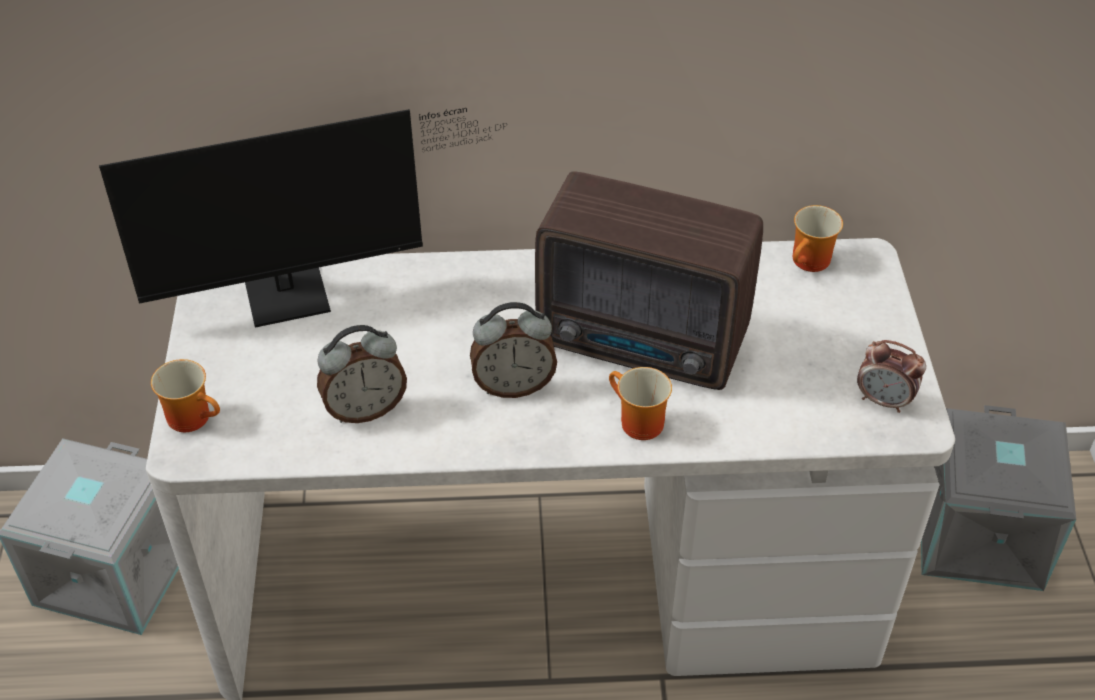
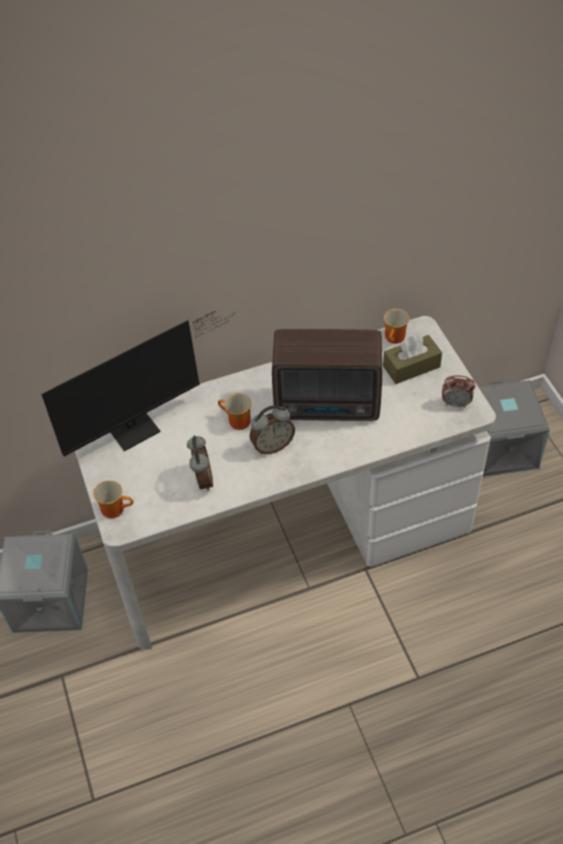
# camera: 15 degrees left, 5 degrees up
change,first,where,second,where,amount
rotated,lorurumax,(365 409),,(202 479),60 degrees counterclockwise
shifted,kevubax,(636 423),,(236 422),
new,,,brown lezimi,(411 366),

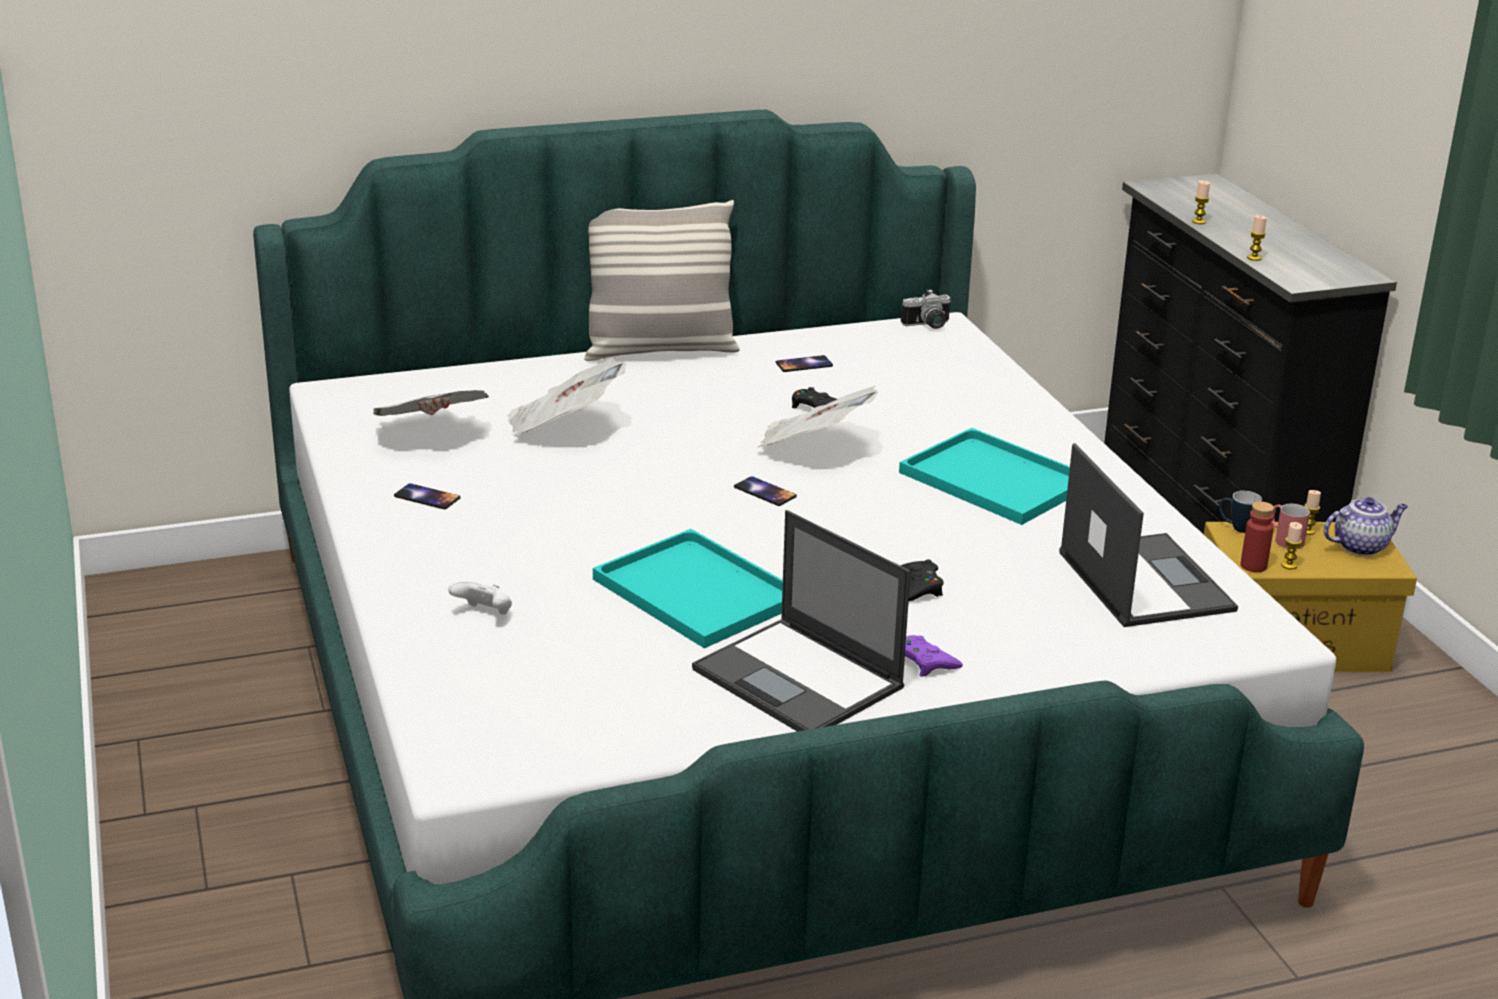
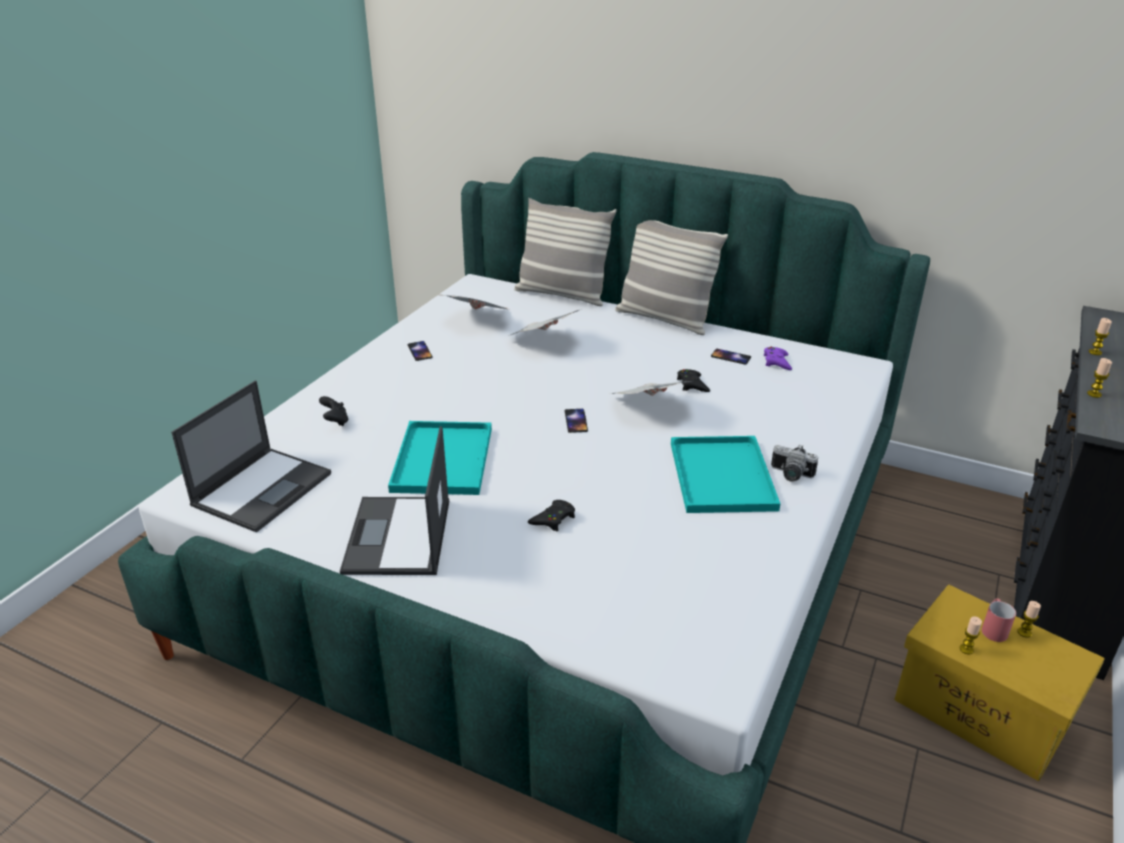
# camera: 45 degrees right, 5 degrees up
change,first,where,second,where,amount
shifted,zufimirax,(1143 580),,(263 488),
repainted,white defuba,(484 614),black defuba,(335 421),
new,,,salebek,(562 294),
shifted,purple defuba,(924 662),,(777 362),
shifted,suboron,(928 326),,(790 475),
gone,kevubax,(1236 528),,,
gone,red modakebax,(1253 566),,,
gone,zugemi,(1361 546),,,

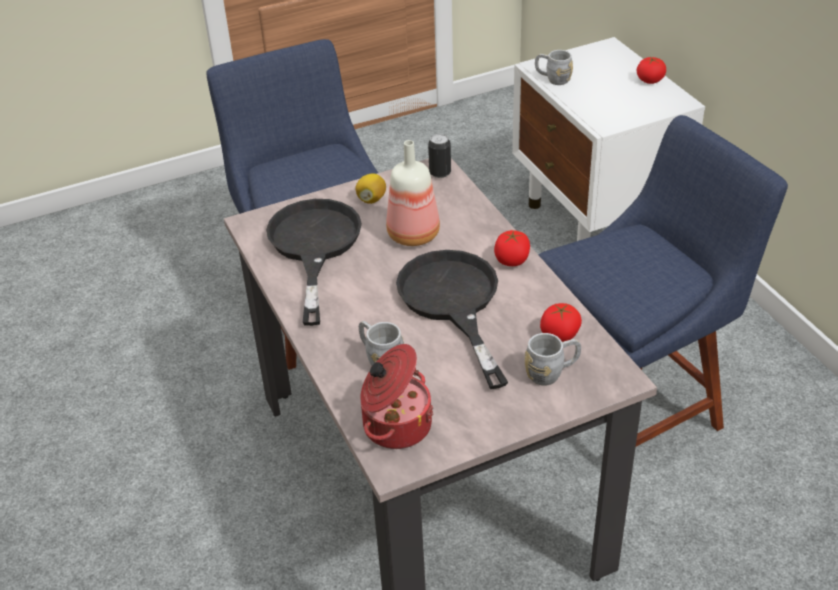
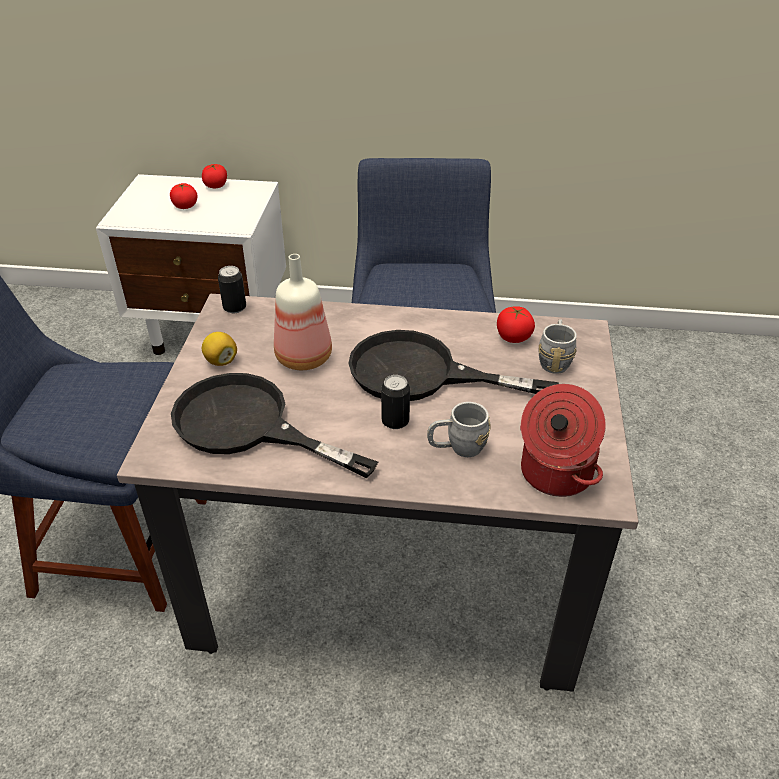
# camera: 60 degrees left, 0 degrees up
change,first,where,second,where,amount
shifted,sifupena,(511 260),,(185 206),
new,,,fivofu,(395 421),
gone,grey kevubax,(553 79),,,

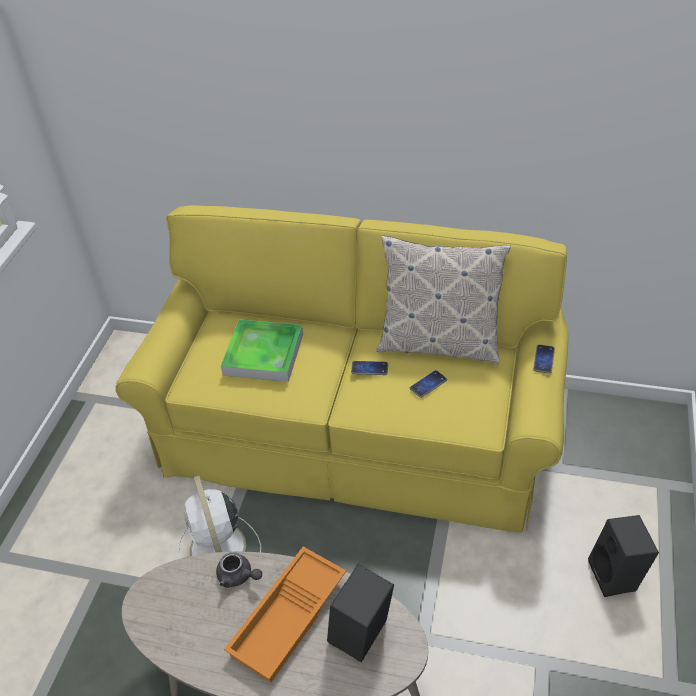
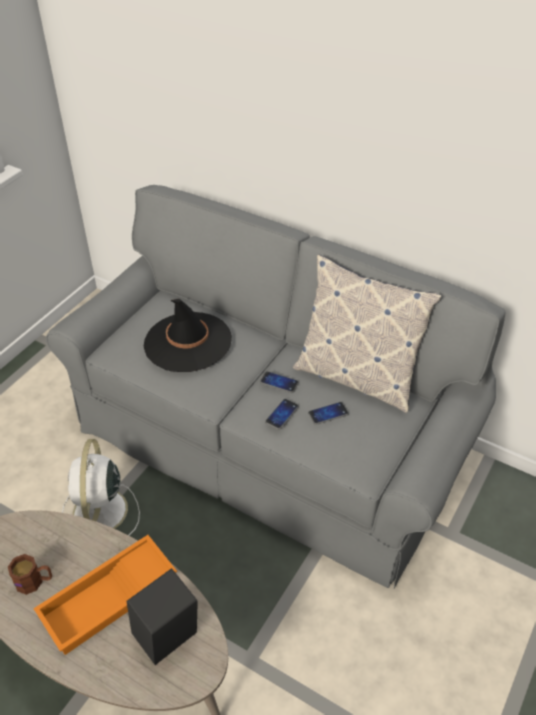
# camera: 15 degrees right, 0 degrees up
change,first,where,second,where,amount
new,,,brown kevubax,(35 581),
repainted,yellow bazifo,(354 432),grey bazifo,(268 441),
swapped,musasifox,(263 354),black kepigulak,(187 342),
shifted,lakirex,(543 359),,(282 414),
gone,grey zugemi,(238 576),,,
gone,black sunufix,(617 576),,,

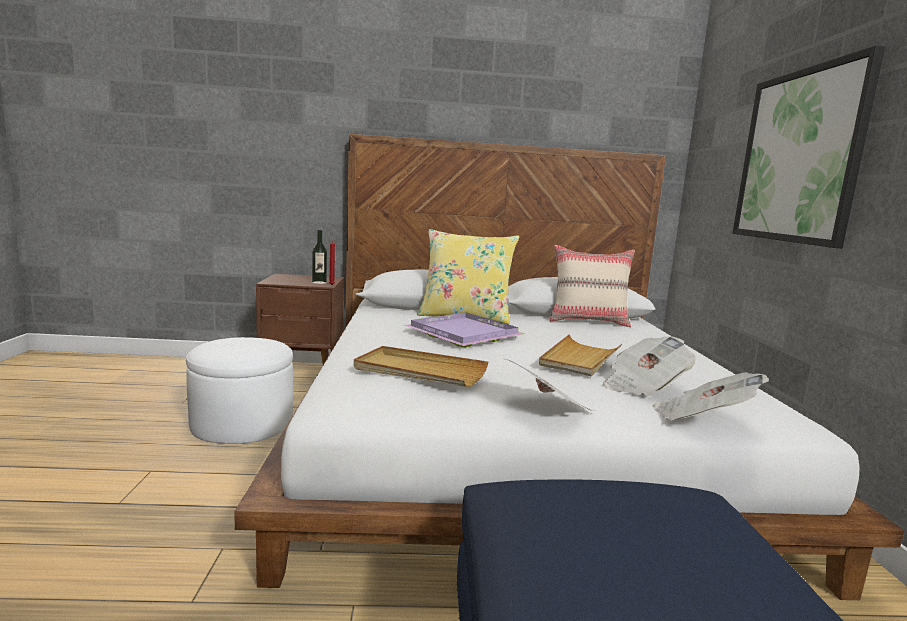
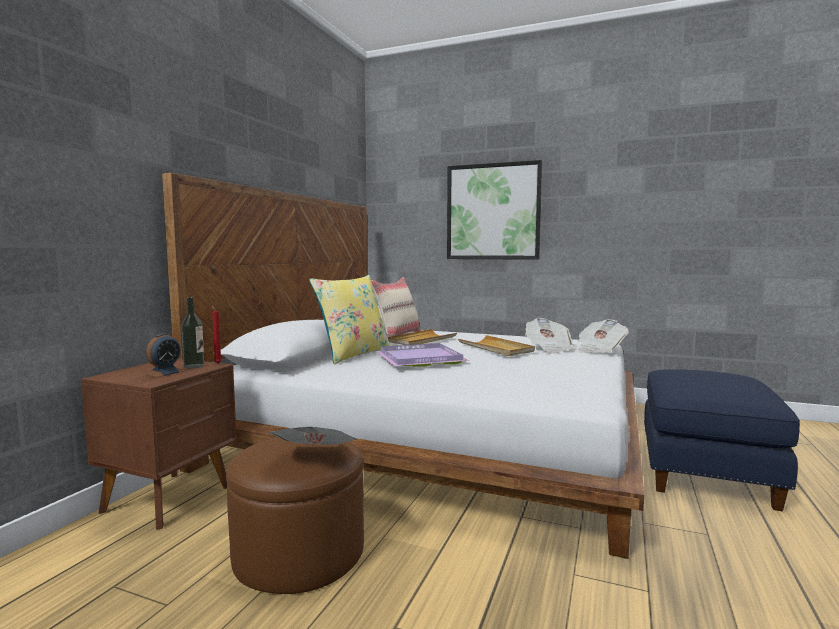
# camera: 65 degrees left, 5 degrees down
change,first,where,second,where,amount
new,,,lorurumax,(164 373),
repainted,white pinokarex,(242 423),brown pinokarex,(299 552),
shifted,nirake,(546 409),,(315 460),
shifted,beige musasifox,(419 371),,(422 340),

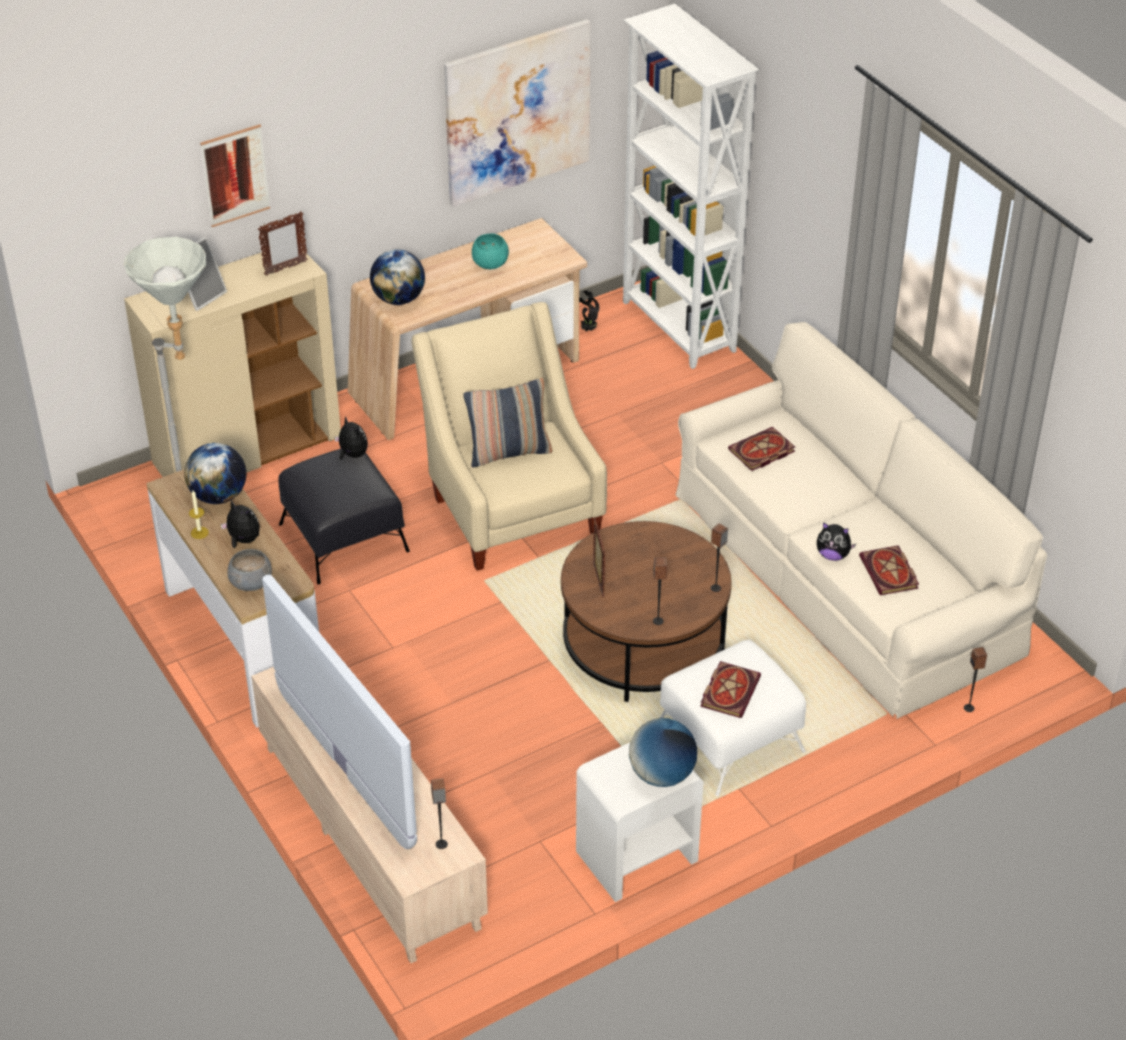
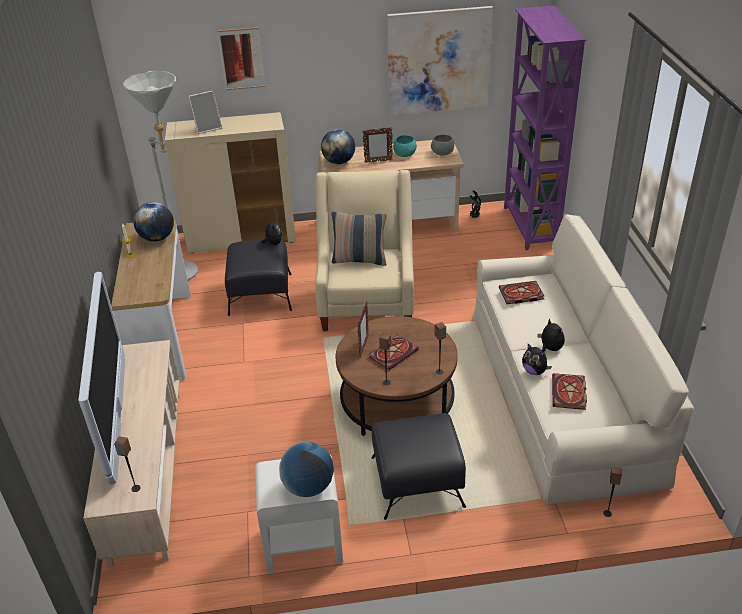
# camera: 25 degrees right, 5 degrees down
change,first,where,second,where,amount
shifted,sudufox,(285 268),,(378 161),
shifted,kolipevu,(729 690),,(393 353),
repainted,white pinokarex,(728 739),black pinokarex,(416 482),
shifted,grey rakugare,(251 582),,(442 153),
repainted,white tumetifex,(678 327),purple tumetifex,(529 227),
shifted,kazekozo,(243 540),,(550 348),

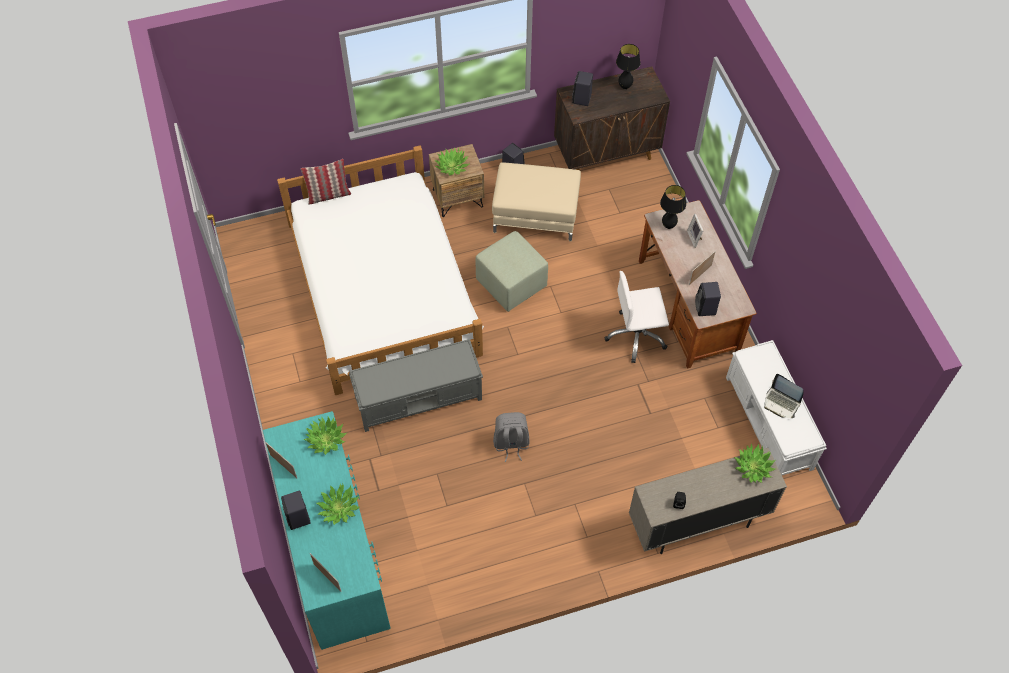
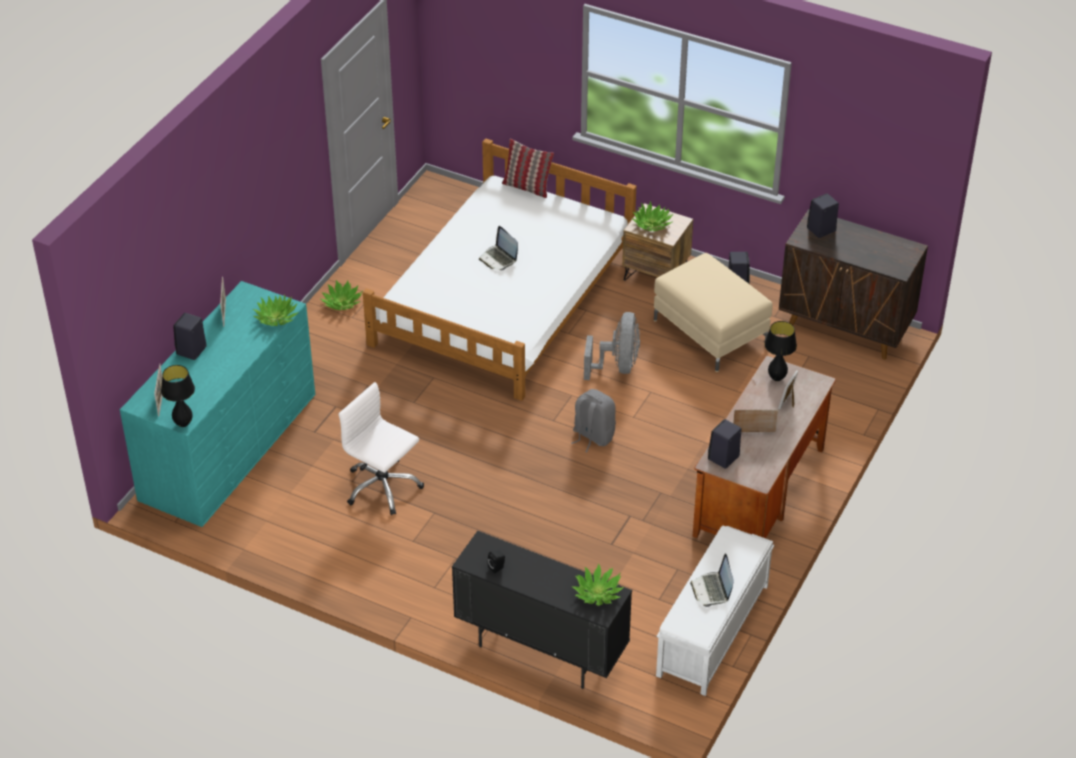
# camera: 45 degrees right, 15 degrees down
change,first,where,second,where,amount
shifted,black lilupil,(625 86),,(183 424),
shifted,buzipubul,(338 508),,(342 302),
shifted,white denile,(636 336),,(382 487),
repainted,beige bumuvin,(697 523),black bumuvin,(540 651),
new,,,zufimirax,(498 258),
shifted,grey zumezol,(511 444),,(592 436),
swapped,green pinokarex,(510 283),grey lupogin,(617 366),
gone,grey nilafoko,(419 398),,,

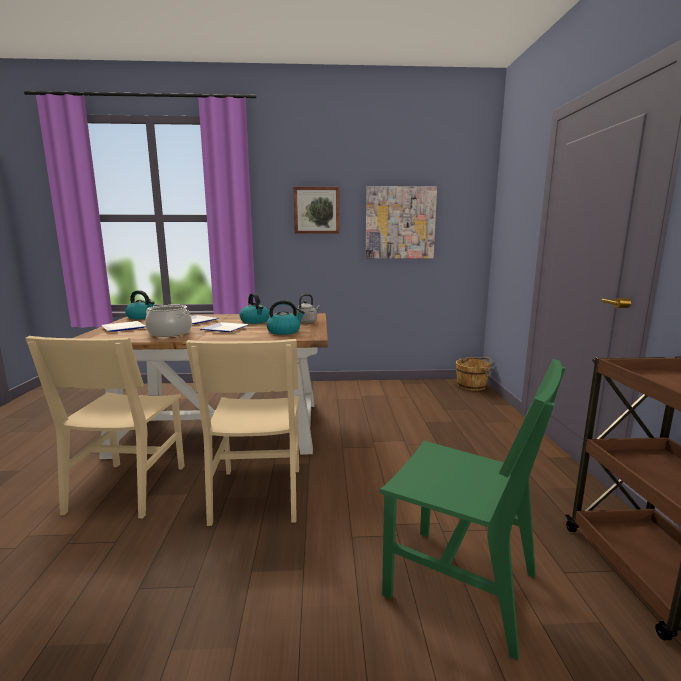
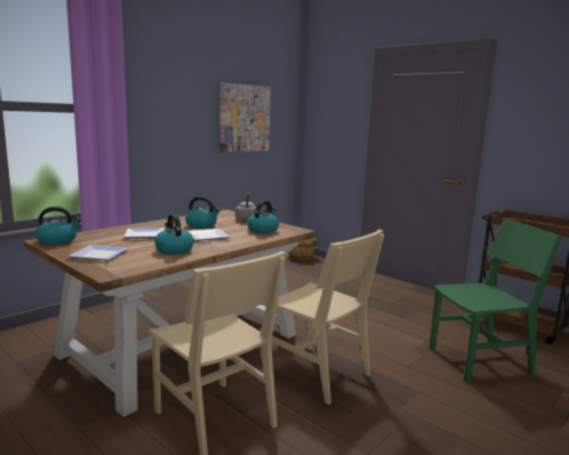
# camera: 45 degrees left, 0 degrees up
change,first,where,second,where,amount
swapped,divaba,(169 333),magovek,(174 249),
gone,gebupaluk,(316 210),,,

